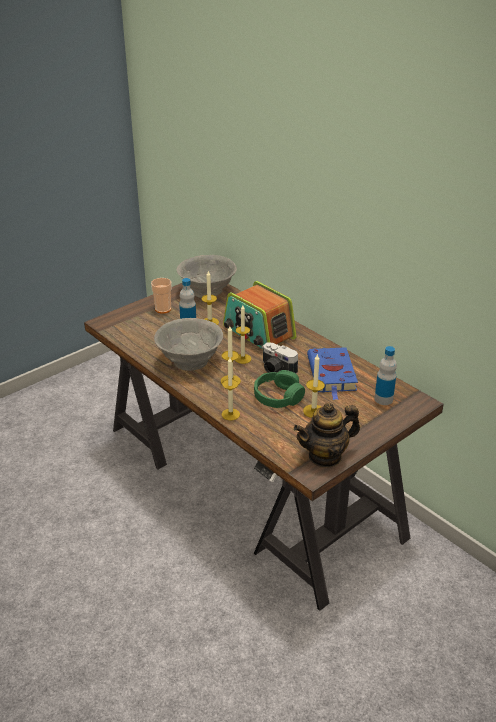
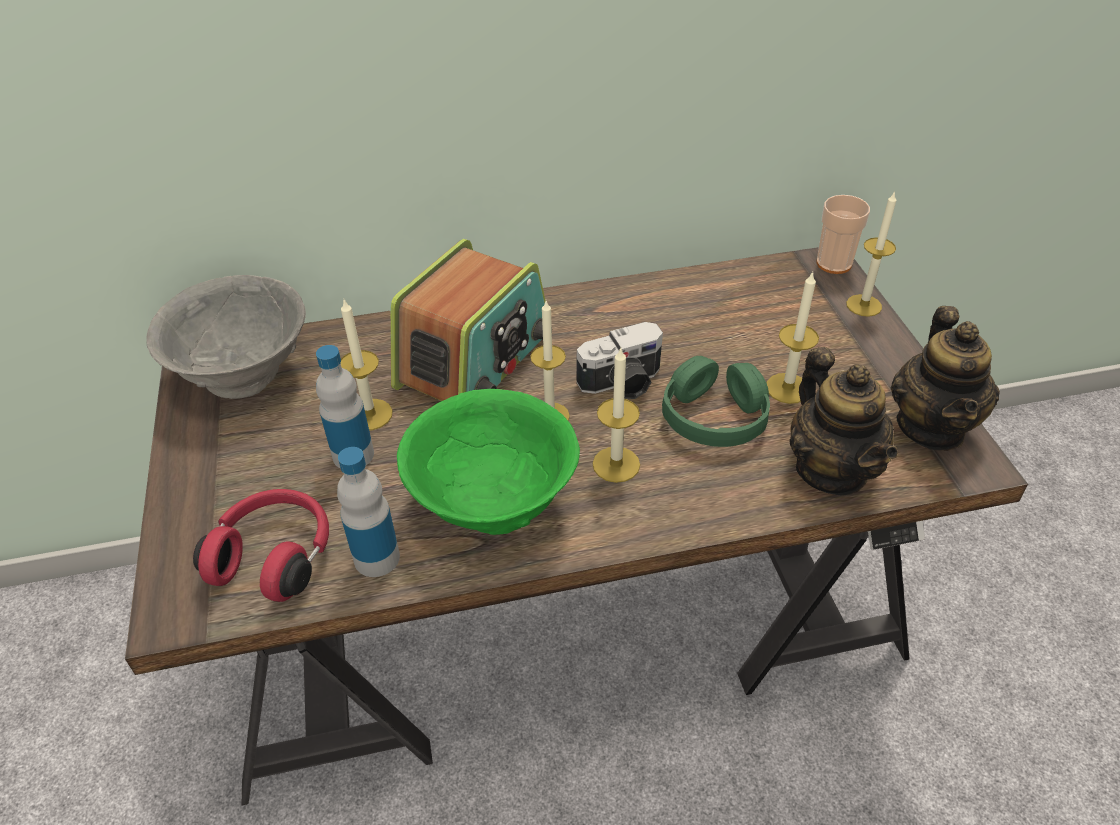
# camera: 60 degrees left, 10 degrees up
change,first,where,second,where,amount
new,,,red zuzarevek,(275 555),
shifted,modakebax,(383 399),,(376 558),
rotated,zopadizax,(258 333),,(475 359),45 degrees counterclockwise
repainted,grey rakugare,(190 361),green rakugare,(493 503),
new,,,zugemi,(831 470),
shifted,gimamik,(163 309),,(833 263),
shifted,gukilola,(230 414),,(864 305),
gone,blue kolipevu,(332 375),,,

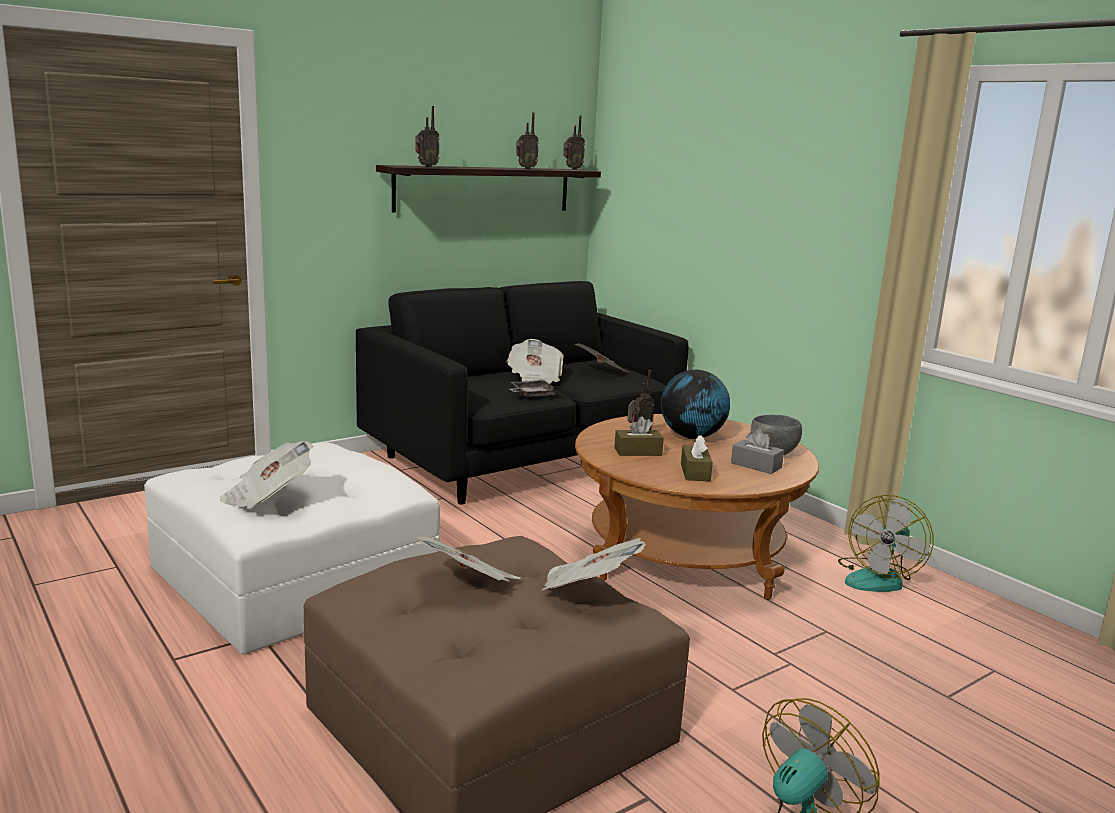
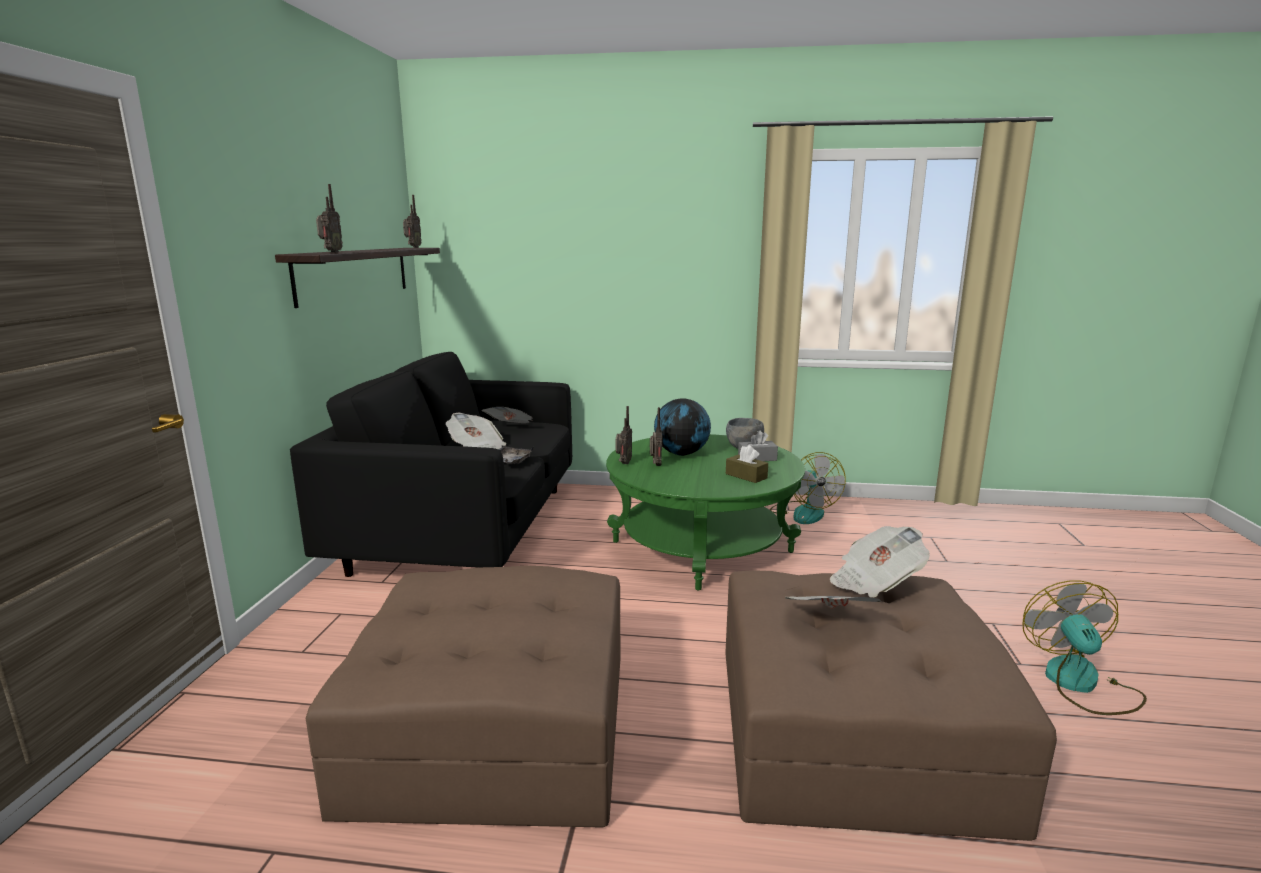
# camera: 45 degrees left, 0 degrees up
change,first,where,second,where,amount
repainted,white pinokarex,(296 576),brown pinokarex,(494 726),
repainted,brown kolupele,(685 554),green kolupele,(701 547),
shifted,zopadizax,(525 168),,(623 463),
gone,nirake,(267 497),,,
gone,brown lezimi,(638 451),,,

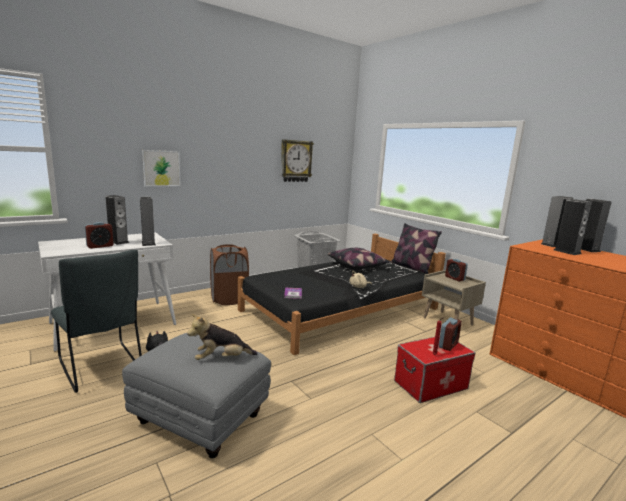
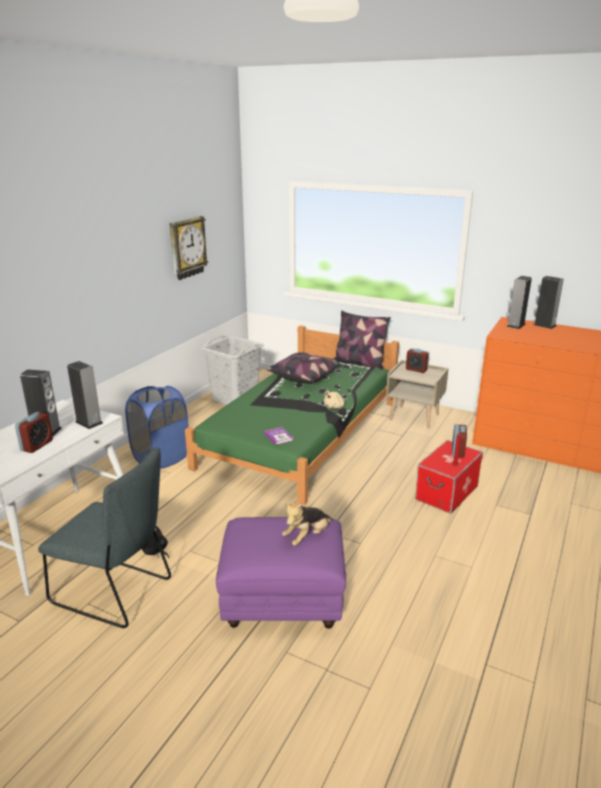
# camera: 25 degrees left, 10 degrees up
change,first,where,second,where,amount
repainted,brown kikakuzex,(229 299),blue kikakuzex,(161 457),
repainted,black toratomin,(341 309),green toratomin,(301 433),
repainted,grey pinokarex,(201 419),purple pinokarex,(284 601),
gone,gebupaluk,(161 168),,,
gone,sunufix,(567 252),,,

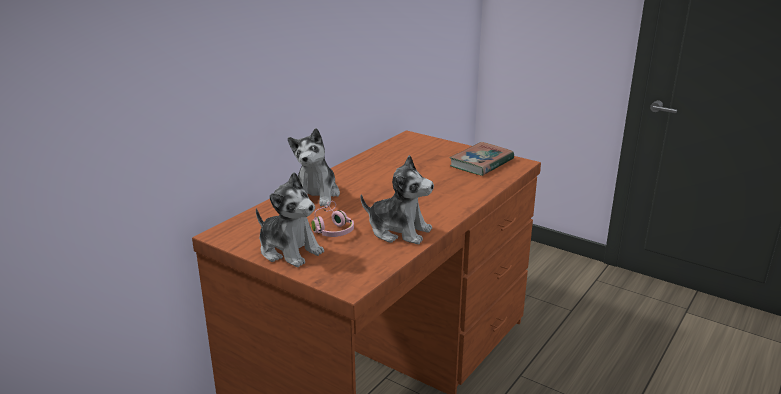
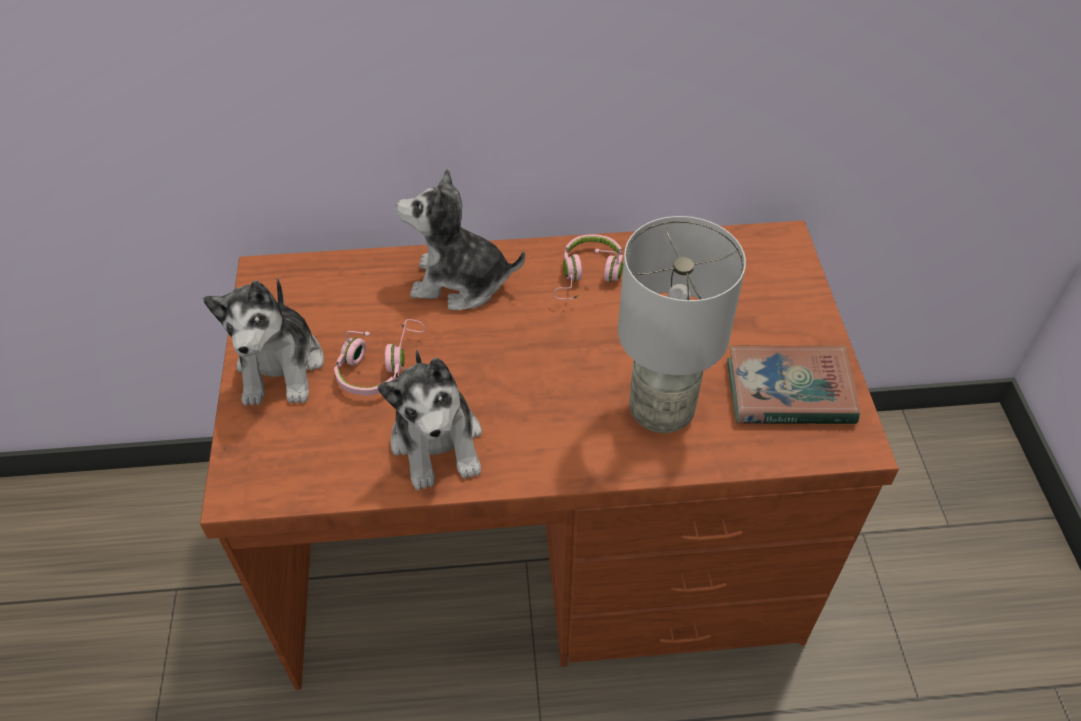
# camera: 50 degrees right, 25 degrees up
change,first,where,second,where,amount
rotated,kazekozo,(316 195),,(460 282),45 degrees clockwise
new,,,pink zuzarevek,(588 275),
new,,,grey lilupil,(662 411),

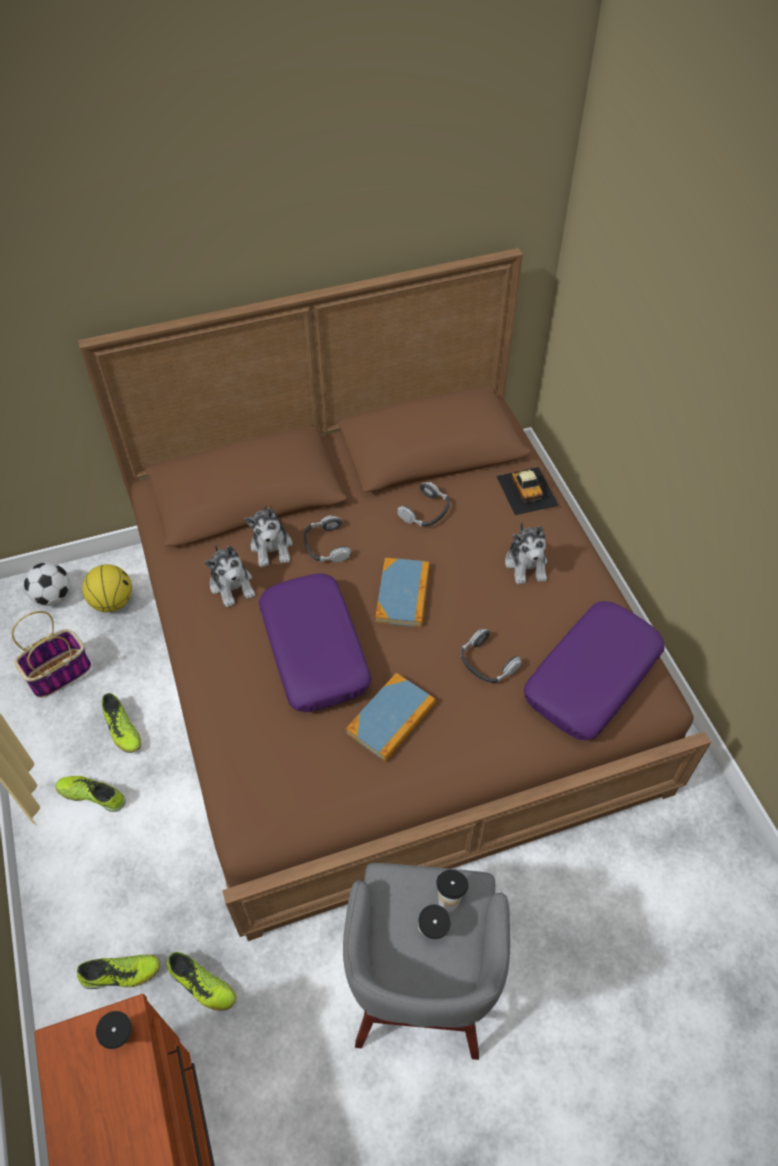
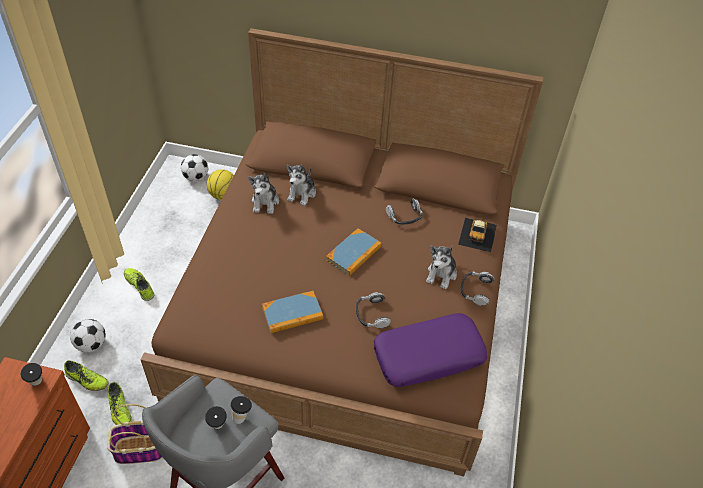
# camera: 30 degrees right, 5 degrees down
change,first,where,second,where,amount
new,,,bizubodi,(91 344),
shifted,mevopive,(60 672),,(140 449),
shifted,zuzarevek,(326 545),,(475 290),
gone,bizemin,(122 729),,,
gone,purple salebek,(315 650),,,

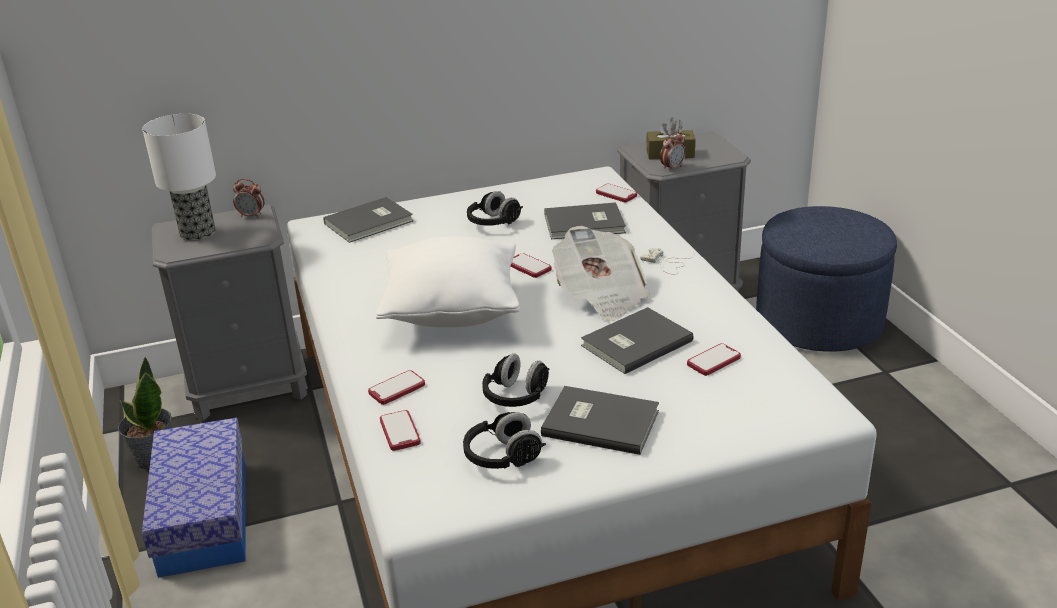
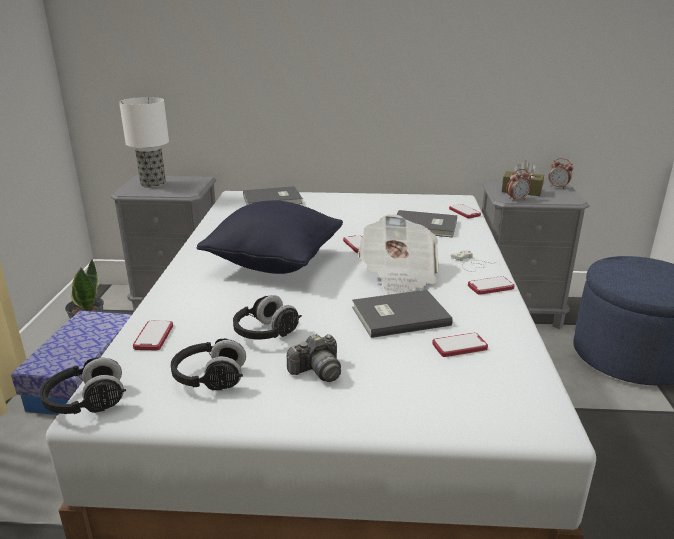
# camera: 20 degrees right, 5 degrees down
change,first,where,second,where,amount
shifted,black zuzarevek,(493 223),,(87 403),
repainted,white salebek,(452 312),black salebek,(275 263),
swapped,grey kolipevu,(599 421),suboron,(317 371),
shifted,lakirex,(397 389),,(490 287),
shifted,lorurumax,(251 216),,(558 187),

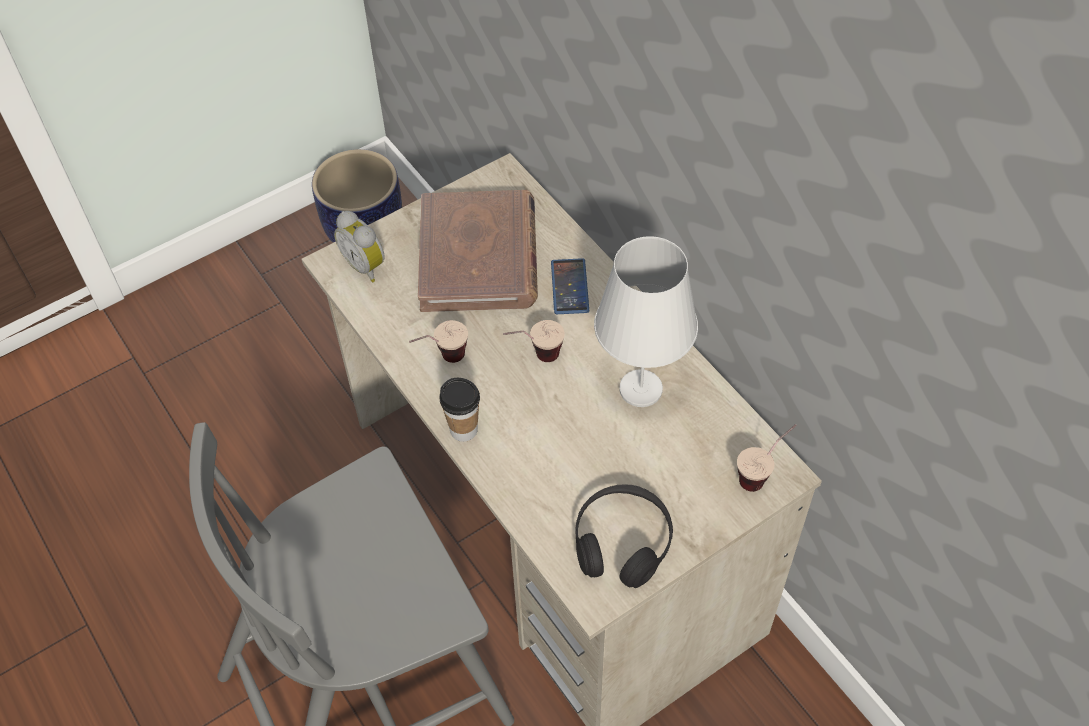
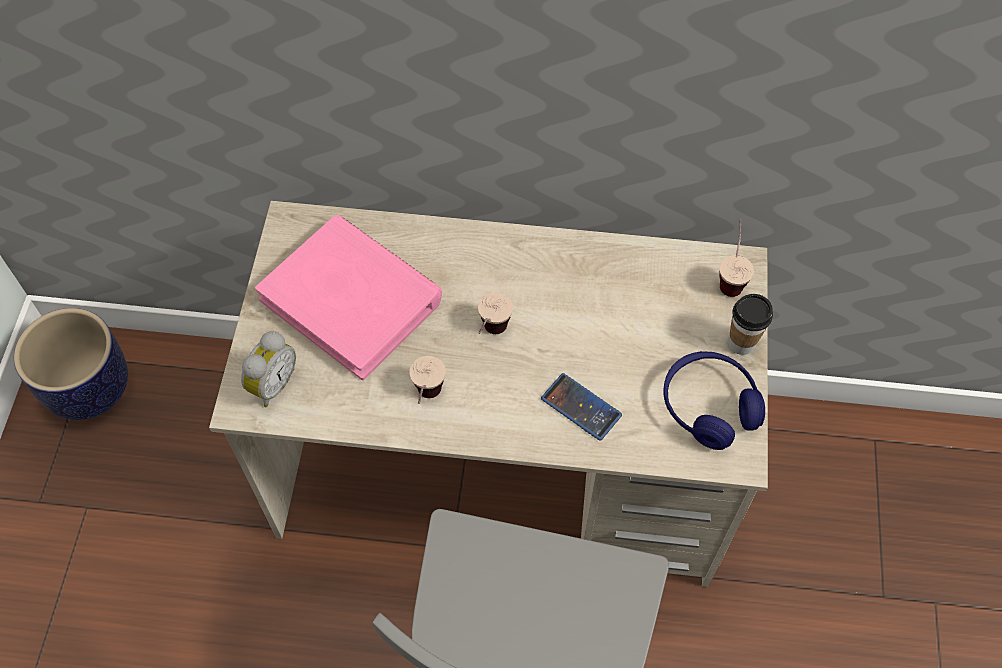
# camera: 50 degrees left, 5 degrees up
change,first,where,second,where,amount
rotated,lorurumax,(366 265),,(272 384),60 degrees counterclockwise
repainted,brown kolipevu,(479 256),pink kolipevu,(352 299),
shifted,lakirex,(569 287),,(581 407),
repainted,black zuzarevek,(622 542),blue zuzarevek,(709 406),
shifted,gimamik,(463 430),,(741 343),
gone,white lilupil,(640 389),,,

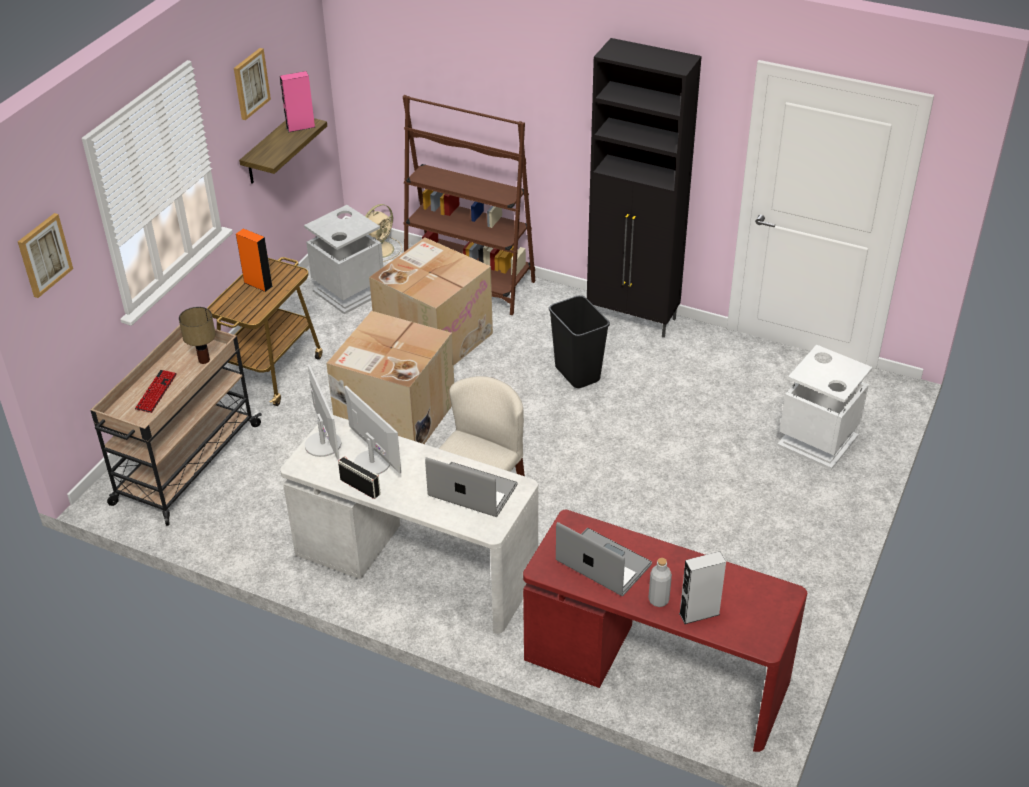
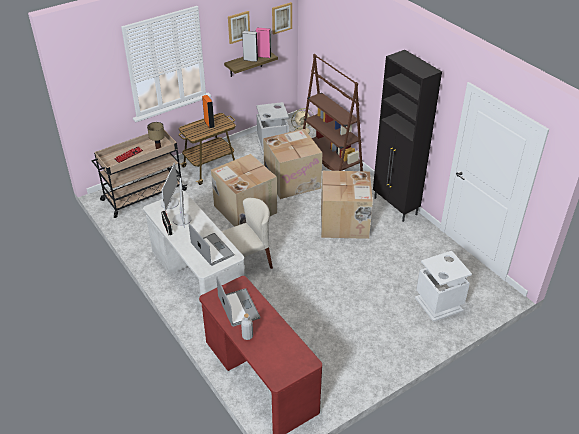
# camera: 30 degrees right, 0 degrees up
change,first,where,second,where,amount
shifted,grey sunufix,(699 614),,(250 59),
shifted,gebupaluk,(44 255),,(281 18),
swapped,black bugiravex,(578 374),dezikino,(345 222),

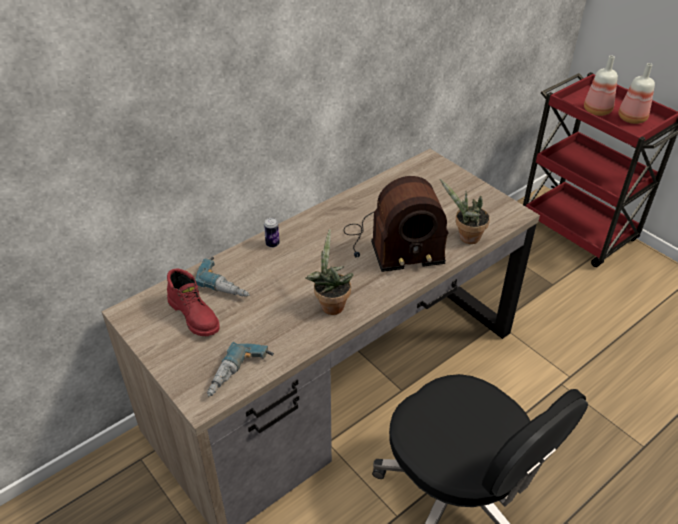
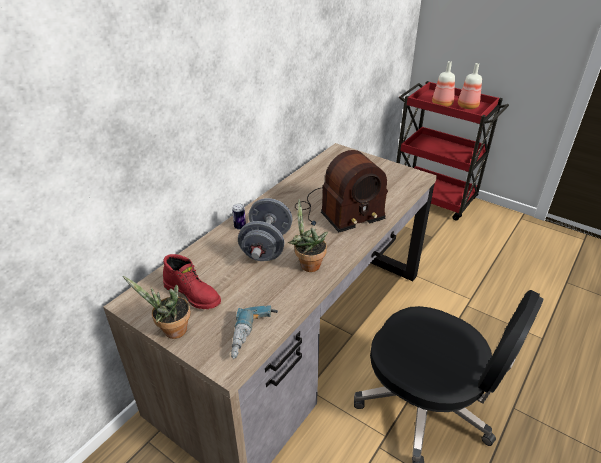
# camera: 15 degrees left, 5 degrees down
change,first,where,second,where,amount
shifted,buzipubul,(466 238),,(171 331),
new,,,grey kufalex,(266 247),
gone,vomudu,(227 282),,,

